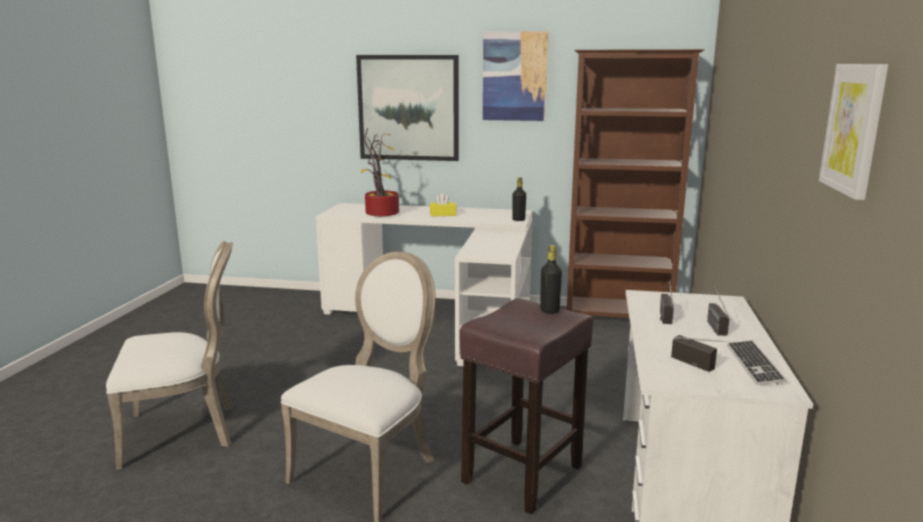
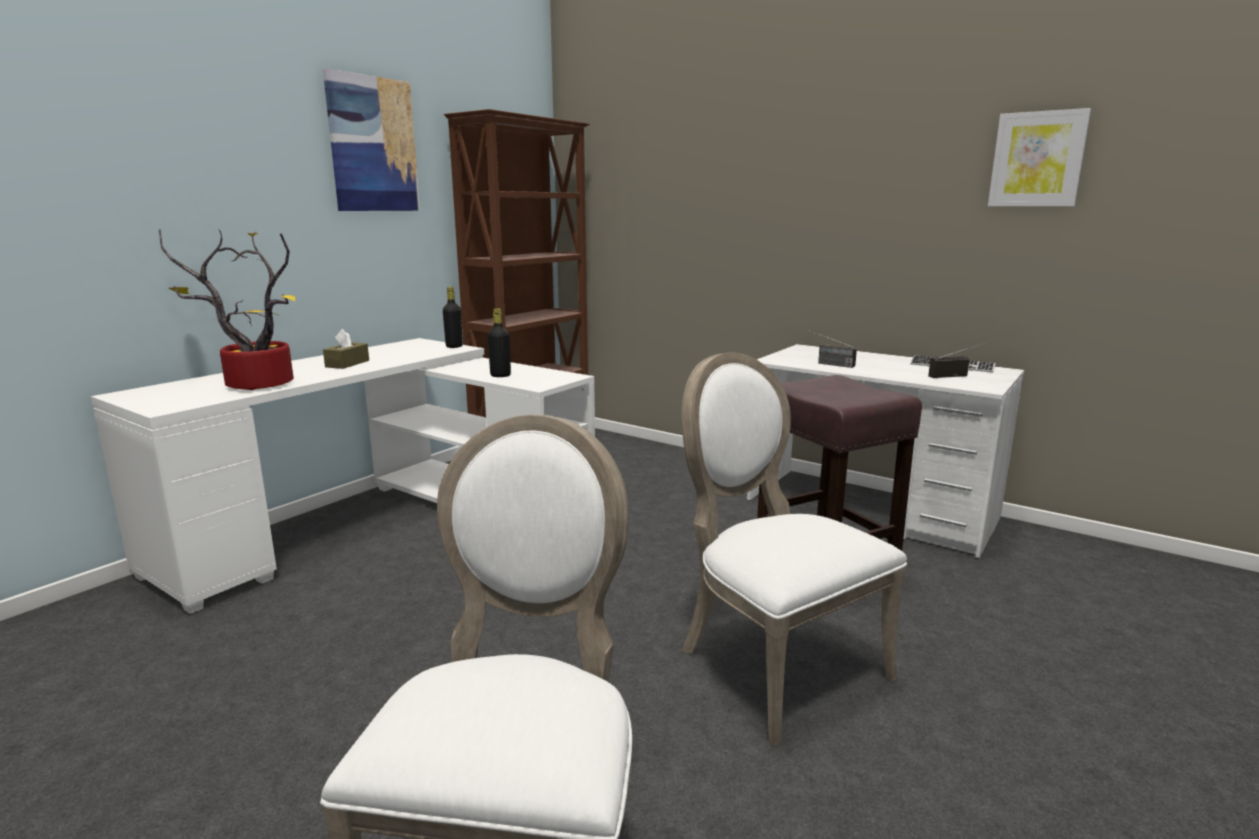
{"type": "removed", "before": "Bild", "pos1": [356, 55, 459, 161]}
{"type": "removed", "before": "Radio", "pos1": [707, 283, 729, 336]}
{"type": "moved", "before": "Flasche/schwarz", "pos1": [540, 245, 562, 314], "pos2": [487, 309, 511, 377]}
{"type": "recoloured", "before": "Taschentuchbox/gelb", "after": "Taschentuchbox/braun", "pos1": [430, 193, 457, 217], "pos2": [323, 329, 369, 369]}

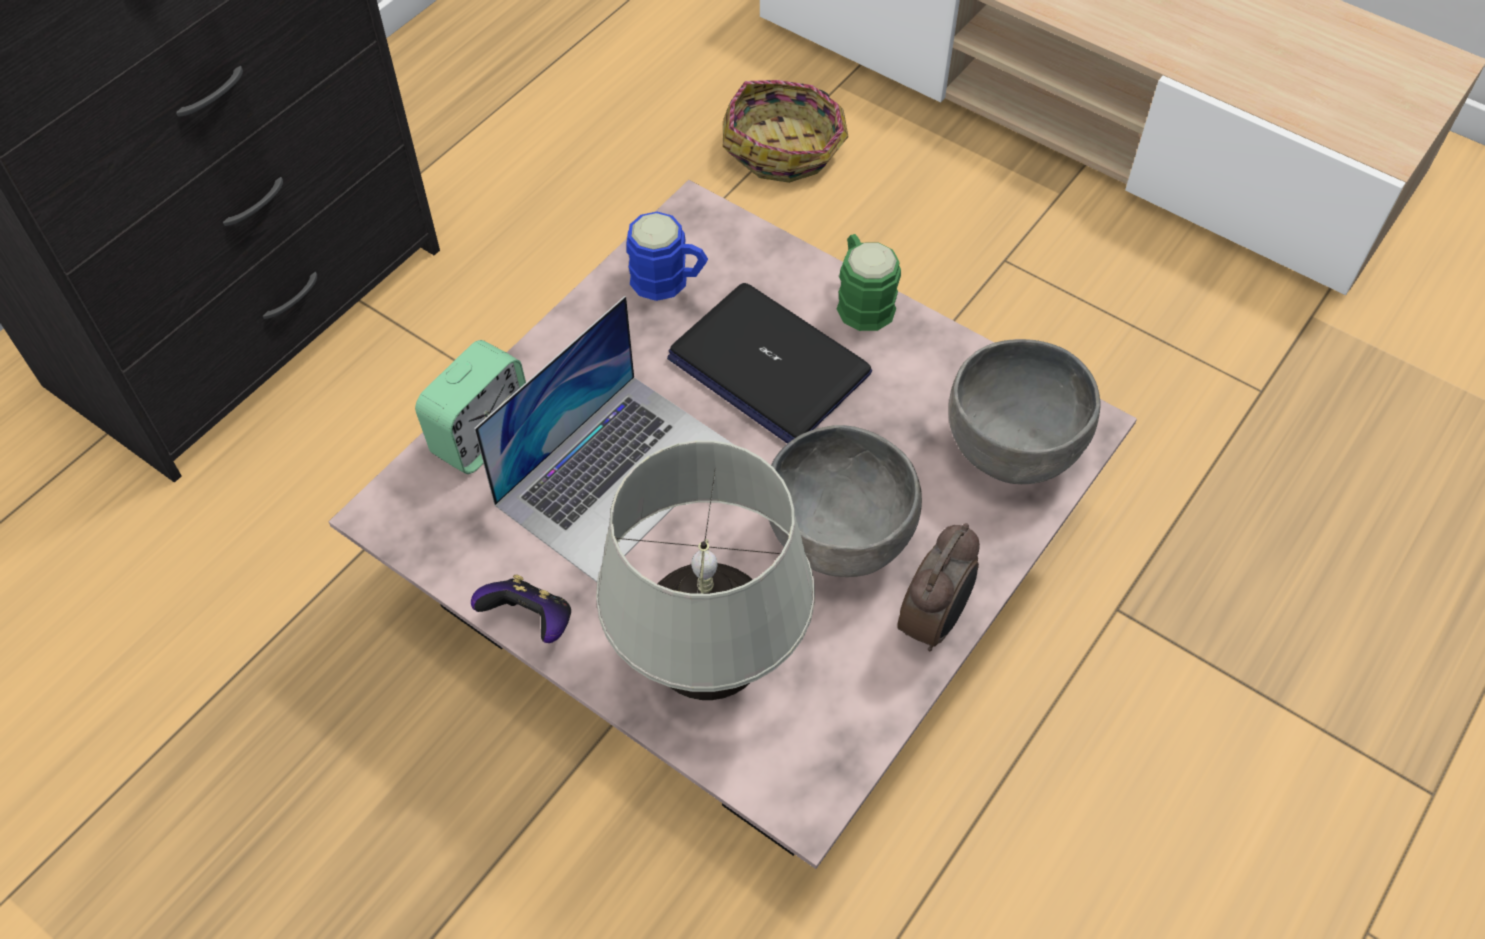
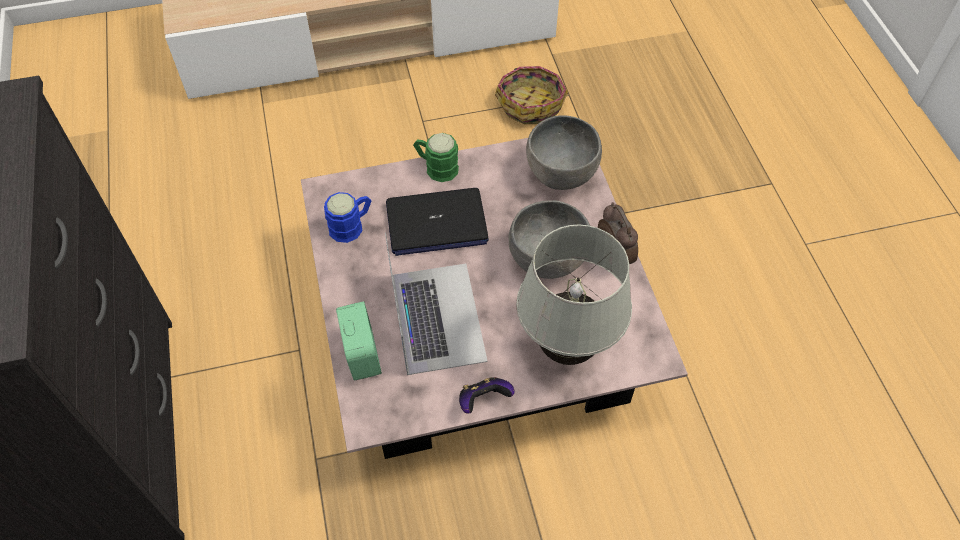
{"type": "moved", "before": "Korb", "pos1": [723, 80, 848, 183], "pos2": [495, 66, 568, 124]}

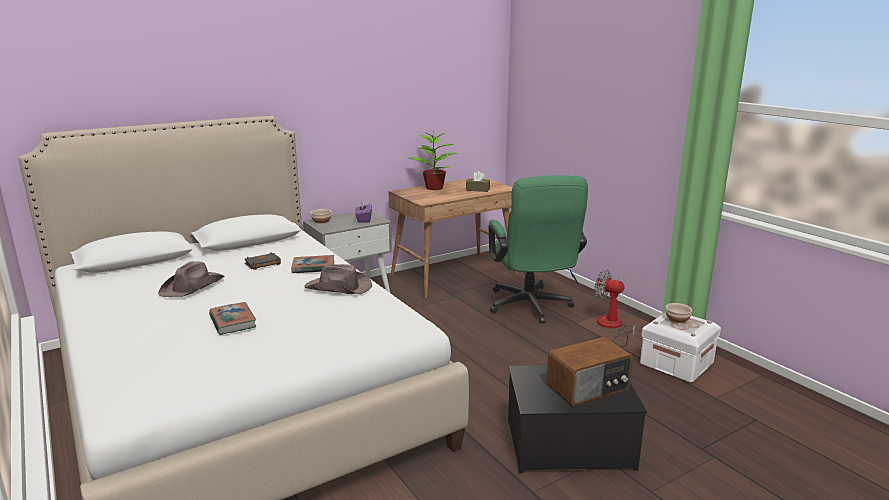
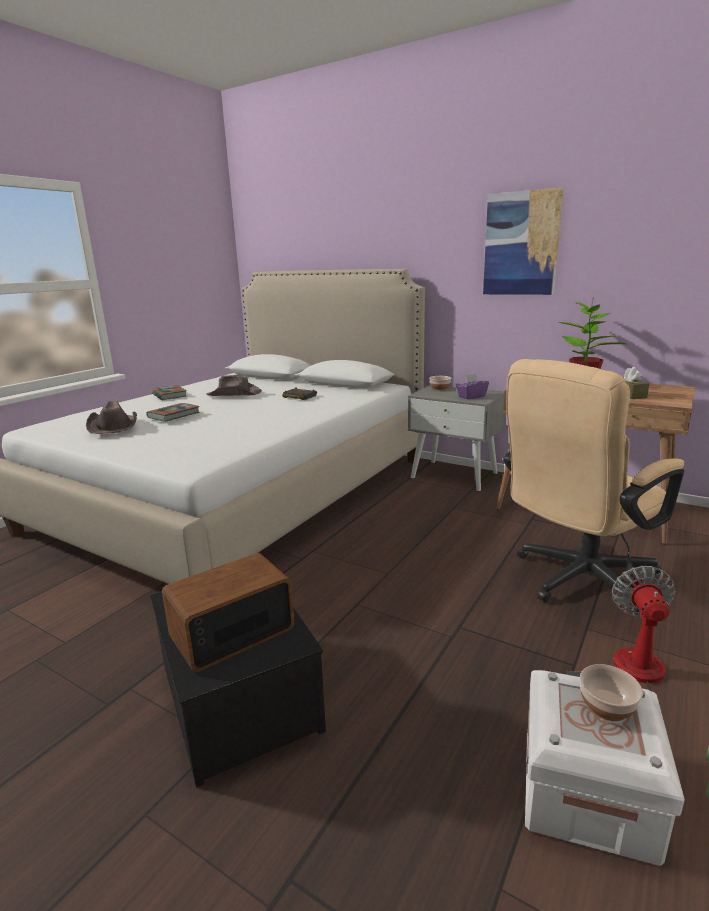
{"type": "added", "after": "Bild", "pos2": [483, 187, 564, 295]}
{"type": "moved", "before": "Buch", "pos1": [291, 255, 334, 273], "pos2": [151, 385, 187, 400]}
{"type": "moved", "before": "Hut/braun", "pos1": [305, 264, 372, 294], "pos2": [86, 401, 137, 434]}
{"type": "recoloured", "before": "Bürostuhl/grün", "after": "Bürostuhl/beige", "pos1": [488, 175, 588, 324], "pos2": [503, 359, 684, 615]}
{"type": "turned", "before": "Radio", "pos1": [546, 337, 633, 406], "pos2": [162, 553, 294, 672], "turn": 105}

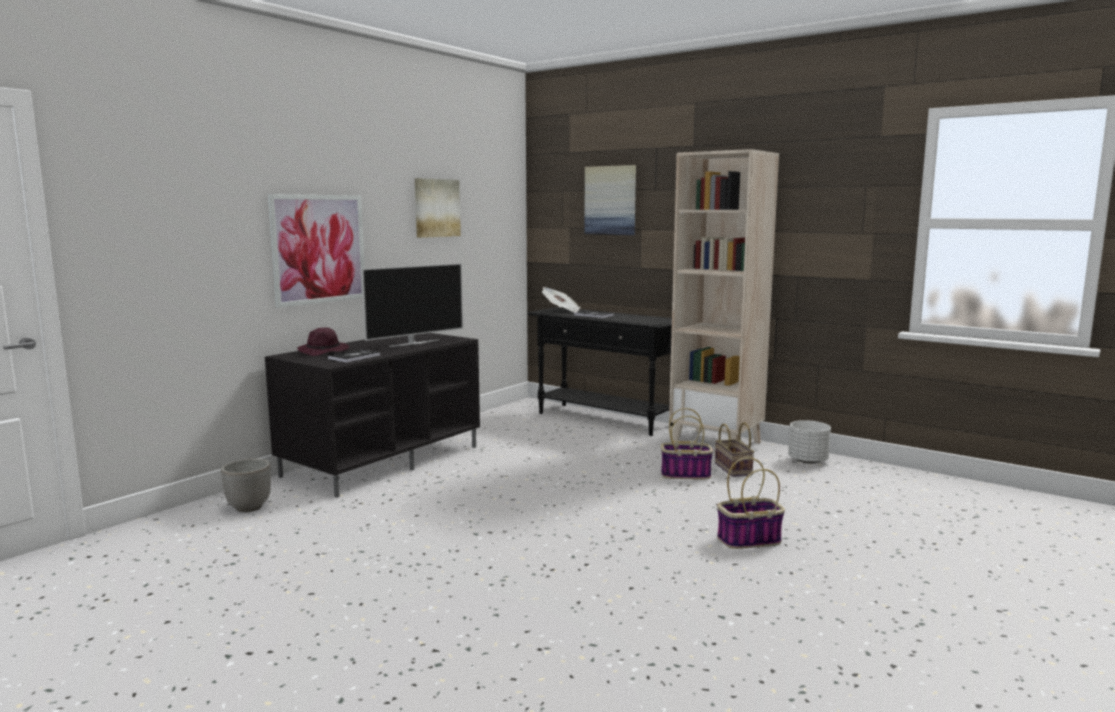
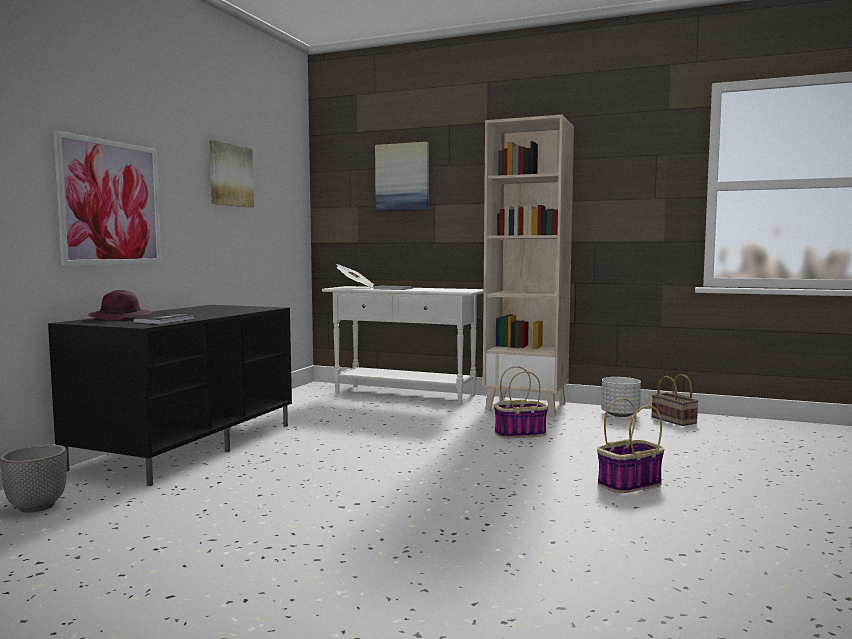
{"type": "removed", "before": "Fernseher", "pos1": [362, 263, 463, 347]}
{"type": "moved", "before": "Korb", "pos1": [715, 422, 754, 477], "pos2": [652, 374, 699, 426]}
{"type": "recoloured", "before": "Konsolentisch/schwarz", "after": "Konsolentisch/weiß", "pos1": [527, 307, 673, 436], "pos2": [322, 286, 484, 405]}

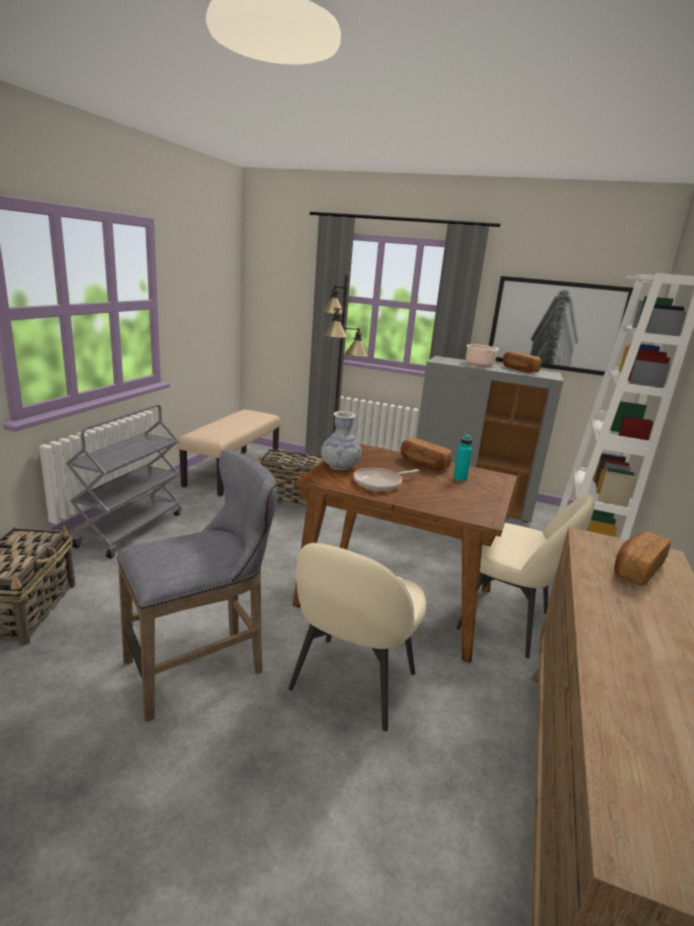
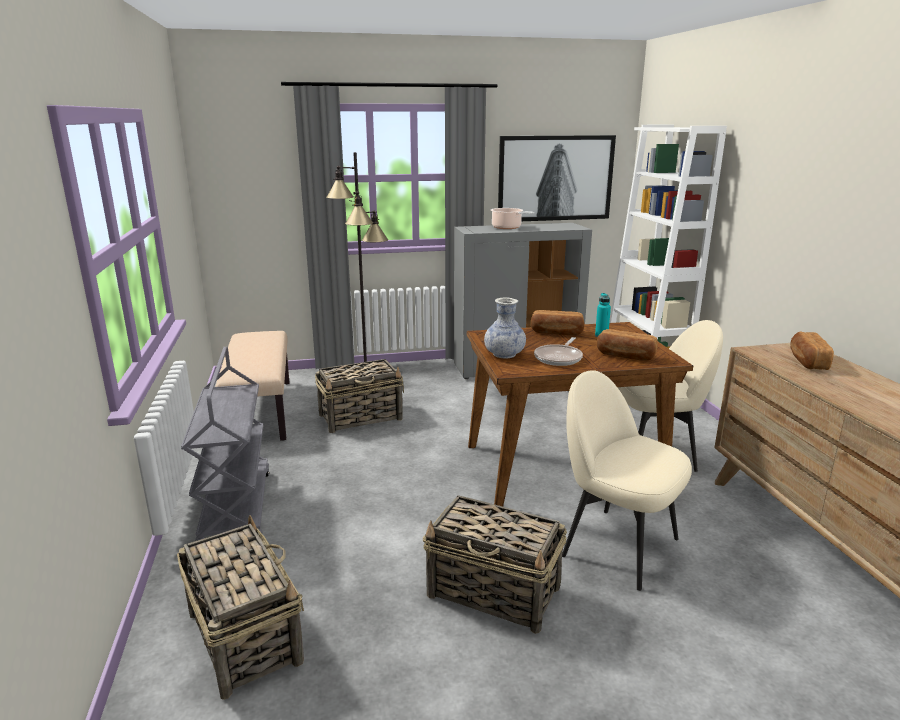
{"type": "moved", "before": "Brot", "pos1": [503, 352, 541, 373], "pos2": [597, 329, 658, 361]}
{"type": "replaced", "before": "Hocker/grau", "after": "Korb", "pos1": [117, 449, 277, 722], "pos2": [423, 495, 567, 634]}
{"type": "turned", "before": "Stuhl/beige", "pos1": [288, 543, 426, 731], "pos2": [562, 370, 692, 591], "turn": 135}

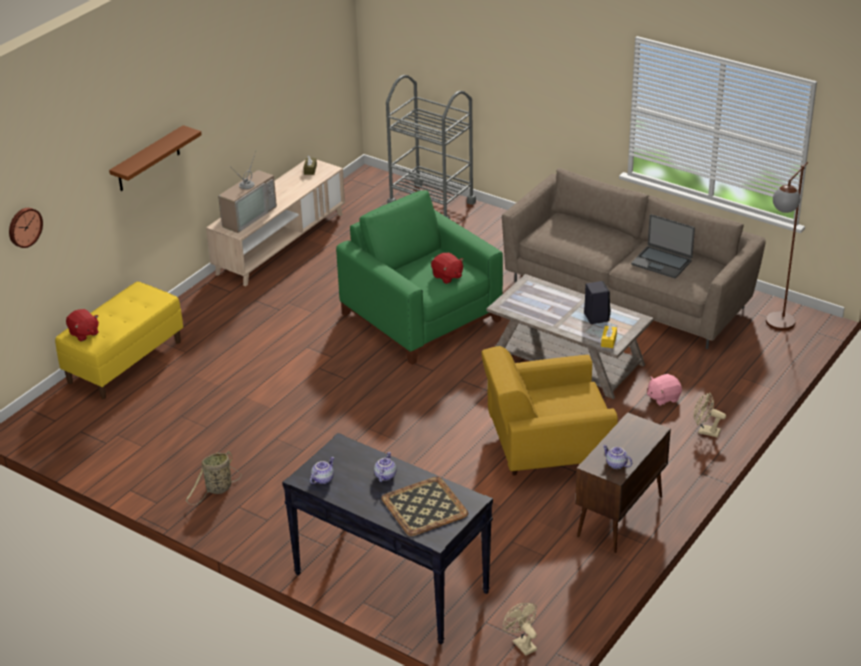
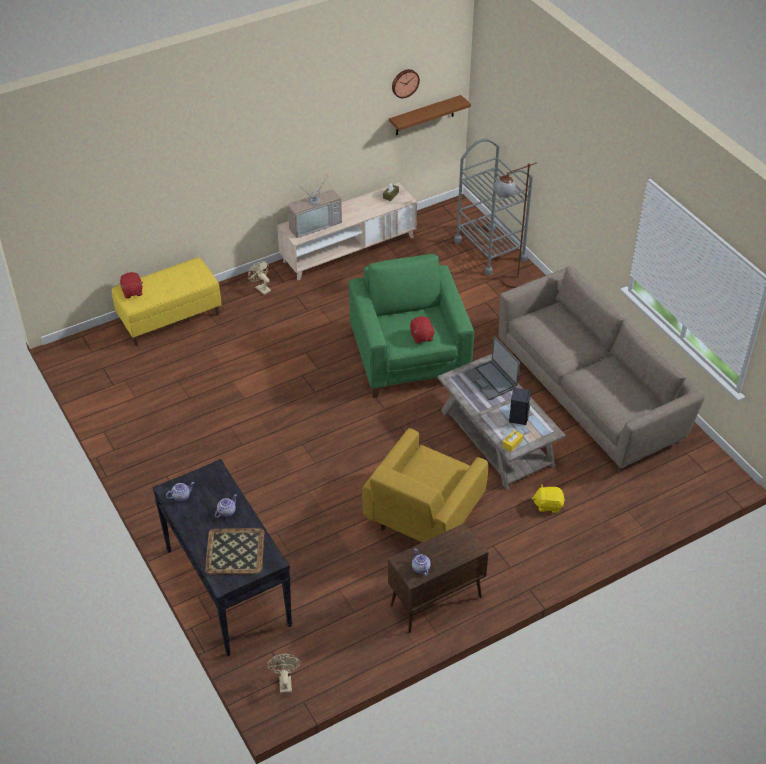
{"type": "removed", "before": "Korb", "pos1": [186, 451, 241, 505]}
{"type": "moved", "before": "Wanduhr", "pos1": [9, 208, 43, 248], "pos2": [392, 69, 420, 98]}
{"type": "moved", "before": "Wandregal/braun", "pos1": [109, 125, 202, 191], "pos2": [389, 95, 471, 135]}
{"type": "moved", "before": "Laptop", "pos1": [631, 214, 695, 278], "pos2": [465, 336, 520, 400]}
{"type": "moved", "before": "Ventilator/beige", "pos1": [694, 393, 726, 438], "pos2": [248, 261, 271, 295]}
{"type": "moved", "before": "Stehlampe/braun", "pos1": [766, 162, 808, 330], "pos2": [494, 162, 537, 288]}
{"type": "recoloured", "before": "Plüschtier/rosa", "after": "Plüschtier/gelb", "pos1": [647, 374, 682, 406], "pos2": [532, 484, 565, 513]}
{"type": "turned", "before": "Sessel/gelb", "pos1": [481, 346, 618, 476], "pos2": [362, 428, 488, 543], "turn": -75}

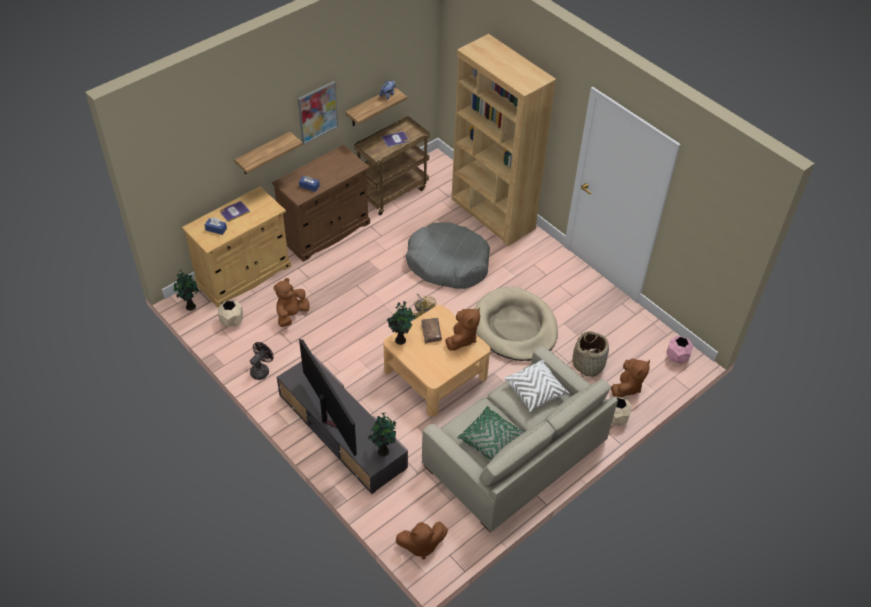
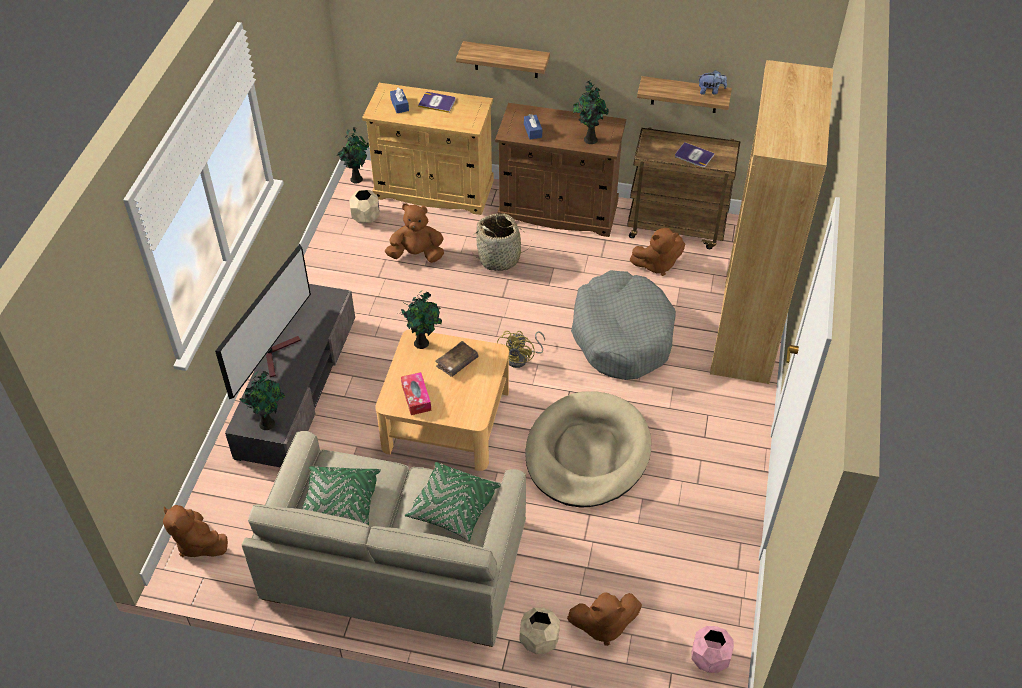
{"type": "removed", "before": "Ventilator/schwarz", "pos1": [250, 342, 274, 380]}
{"type": "removed", "before": "Bild", "pos1": [298, 81, 338, 144]}
{"type": "added", "after": "Taschentuchbox", "pos2": [401, 372, 431, 415]}
{"type": "added", "after": "Topfpflanze", "pos2": [573, 80, 609, 144]}
{"type": "moved", "before": "Plüschtier/braun", "pos1": [445, 307, 480, 350], "pos2": [629, 228, 685, 276]}
{"type": "moved", "before": "Korb", "pos1": [573, 331, 609, 376], "pos2": [472, 213, 532, 271]}
{"type": "recoloured", "before": "Kissen/weiß", "after": "Kissen/grün", "pos1": [504, 360, 570, 412], "pos2": [404, 462, 501, 541]}

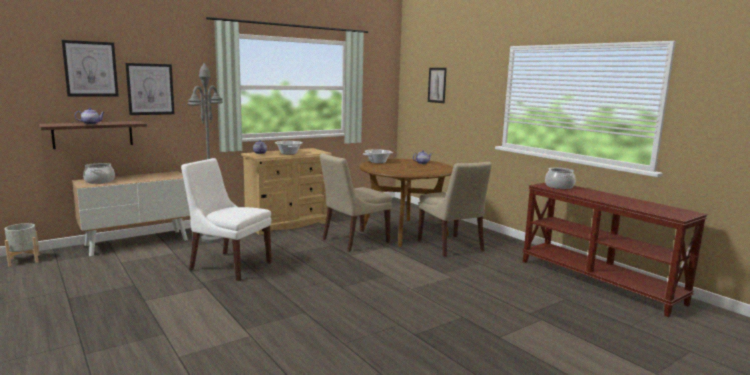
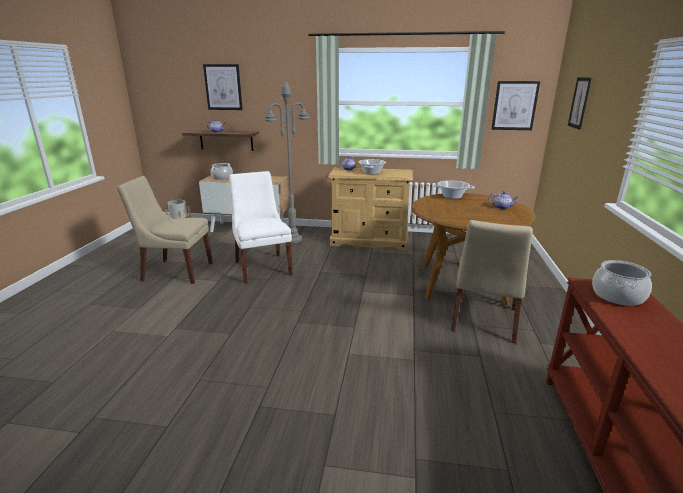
{"type": "moved", "before": "Bild", "pos1": [125, 63, 175, 115], "pos2": [492, 81, 540, 130]}
{"type": "moved", "before": "Stuhl/beige", "pos1": [320, 153, 392, 252], "pos2": [117, 176, 213, 284]}

